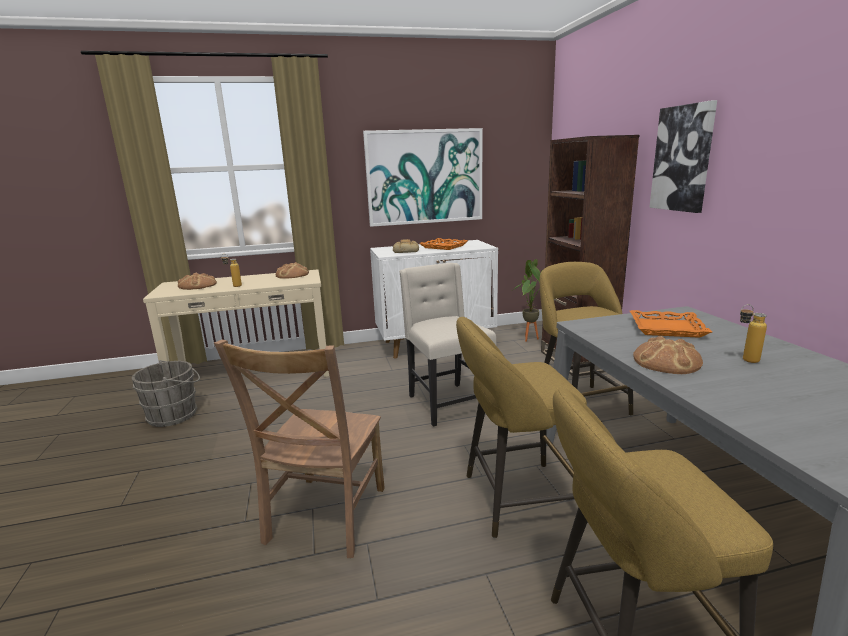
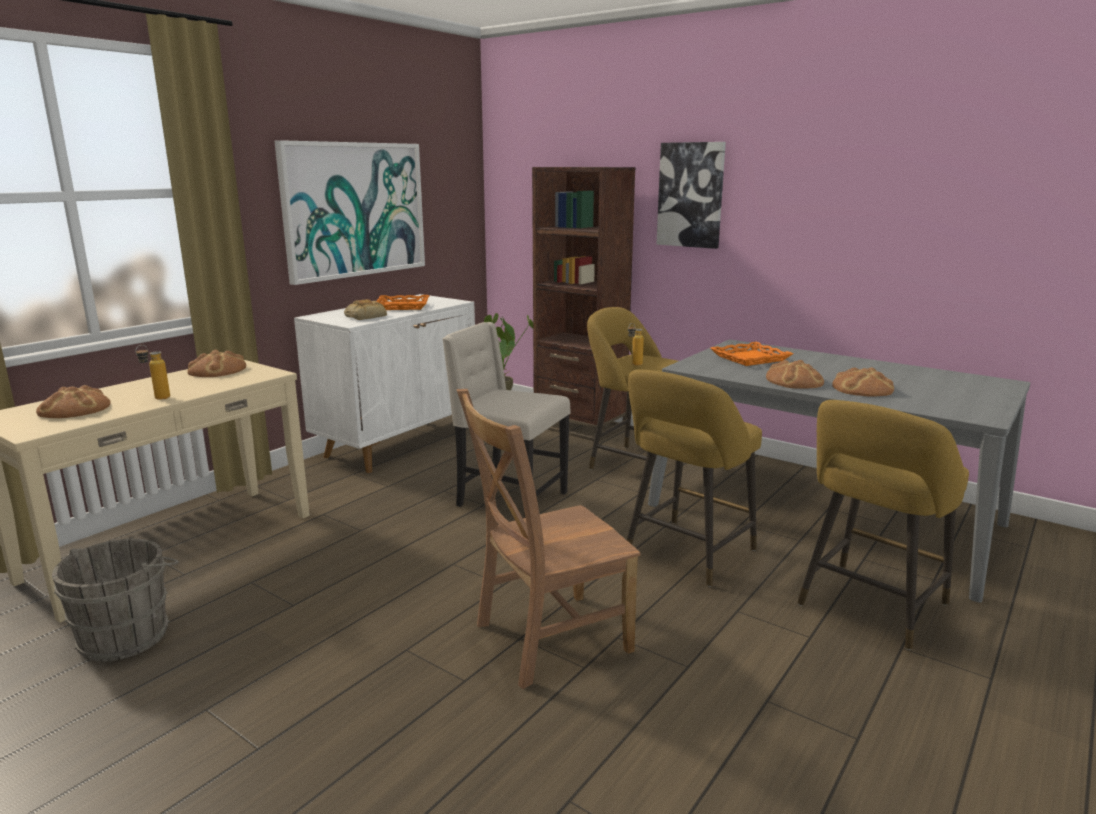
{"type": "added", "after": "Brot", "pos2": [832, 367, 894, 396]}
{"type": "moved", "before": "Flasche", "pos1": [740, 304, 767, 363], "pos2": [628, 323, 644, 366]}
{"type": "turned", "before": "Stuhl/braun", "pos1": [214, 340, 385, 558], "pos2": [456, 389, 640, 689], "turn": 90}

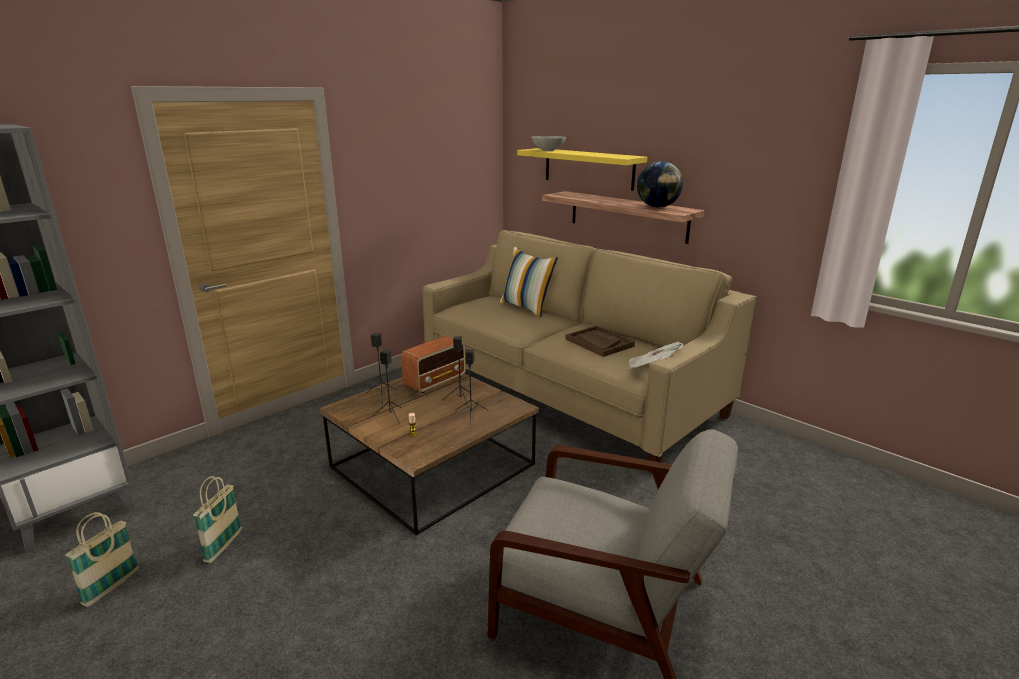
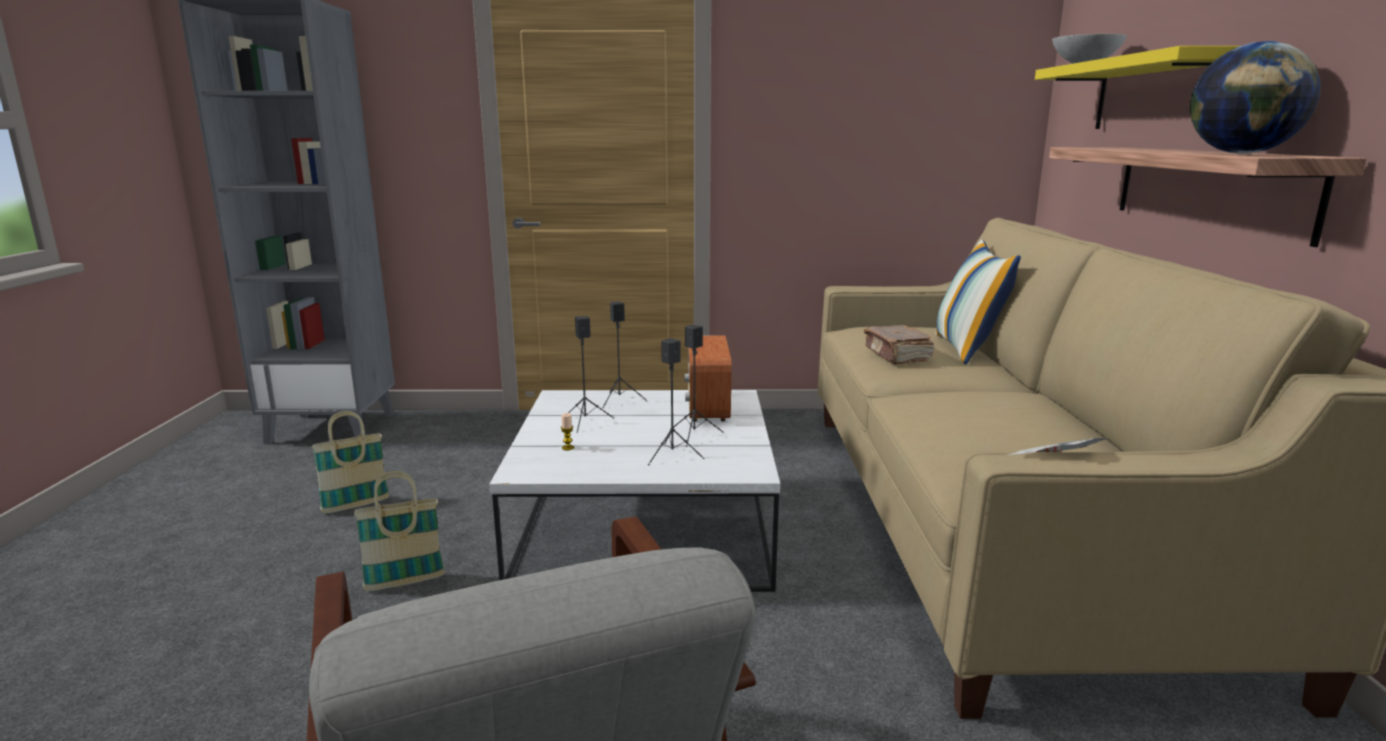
{"type": "removed", "before": "Tablett/braun", "pos1": [566, 326, 635, 357]}
{"type": "added", "after": "Buch/braun", "pos2": [864, 325, 934, 364]}
{"type": "moved", "before": "Korb", "pos1": [65, 512, 139, 607], "pos2": [354, 471, 445, 591]}
{"type": "recoloured", "before": "Couchtisch/braun", "after": "Couchtisch/weiß", "pos1": [320, 374, 539, 535], "pos2": [489, 390, 780, 592]}
{"type": "turned", "before": "Radio", "pos1": [401, 336, 466, 393], "pos2": [684, 335, 731, 422], "turn": 90}

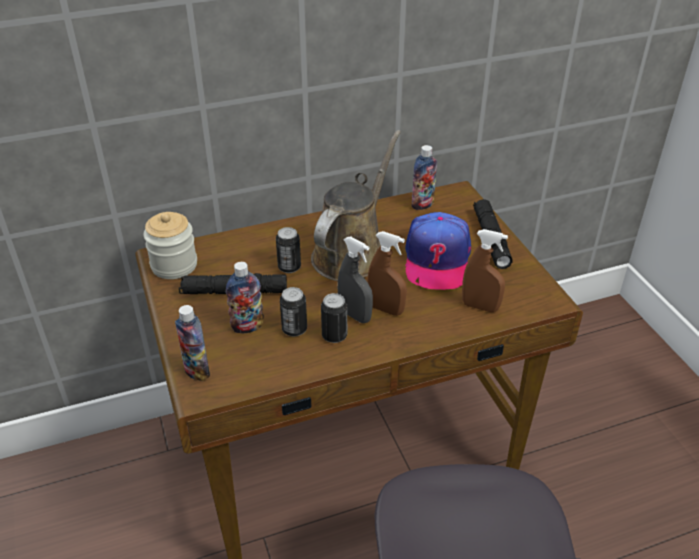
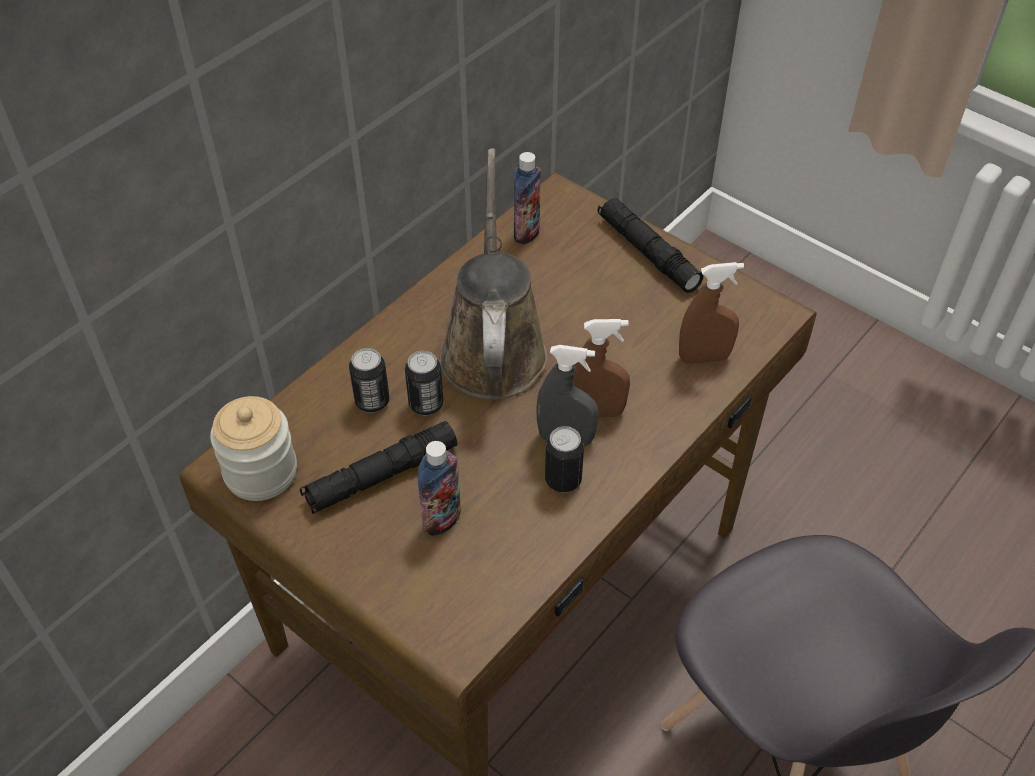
{"type": "removed", "before": "Flasche", "pos1": [175, 305, 210, 381]}
{"type": "removed", "before": "Kappe", "pos1": [405, 212, 471, 290]}
{"type": "moved", "before": "Dose", "pos1": [280, 287, 307, 336], "pos2": [349, 348, 389, 413]}

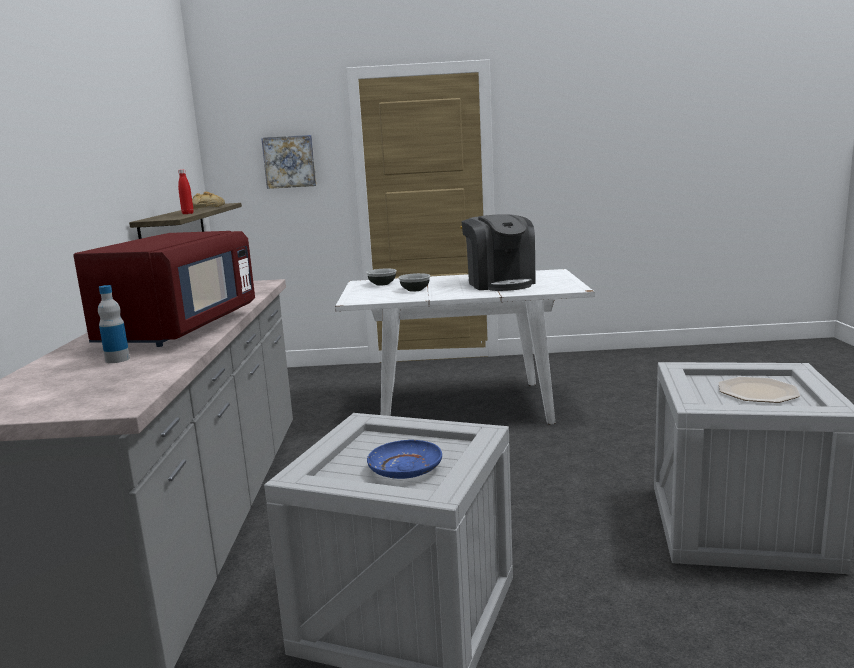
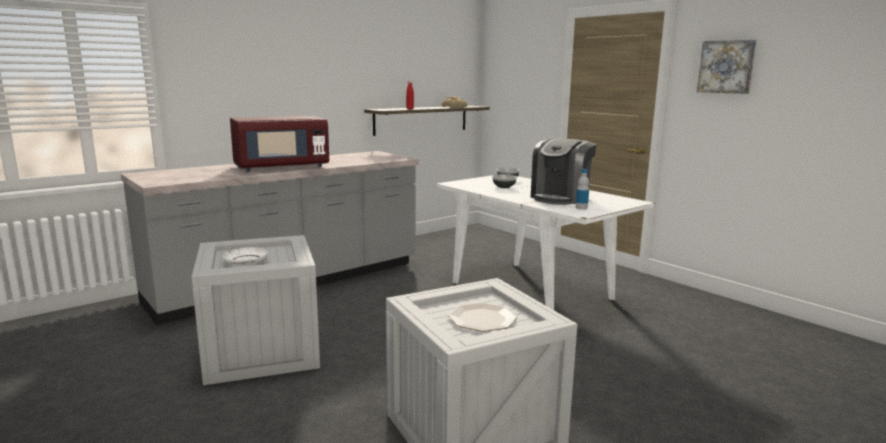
{"type": "moved", "before": "Flasche", "pos1": [98, 285, 130, 363], "pos2": [576, 169, 589, 210]}
{"type": "moved", "before": "Bild", "pos1": [261, 135, 316, 189], "pos2": [697, 40, 757, 94]}
{"type": "recoloured", "before": "Teller/blau", "after": "Teller/weiß", "pos1": [367, 440, 442, 479], "pos2": [223, 247, 268, 265]}

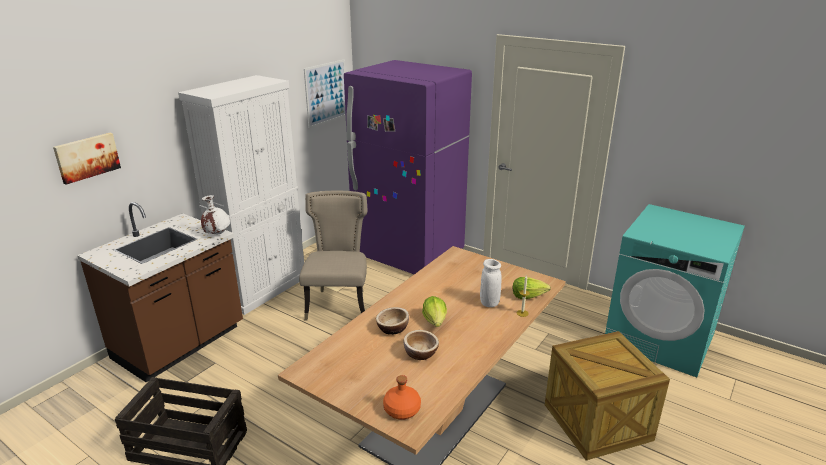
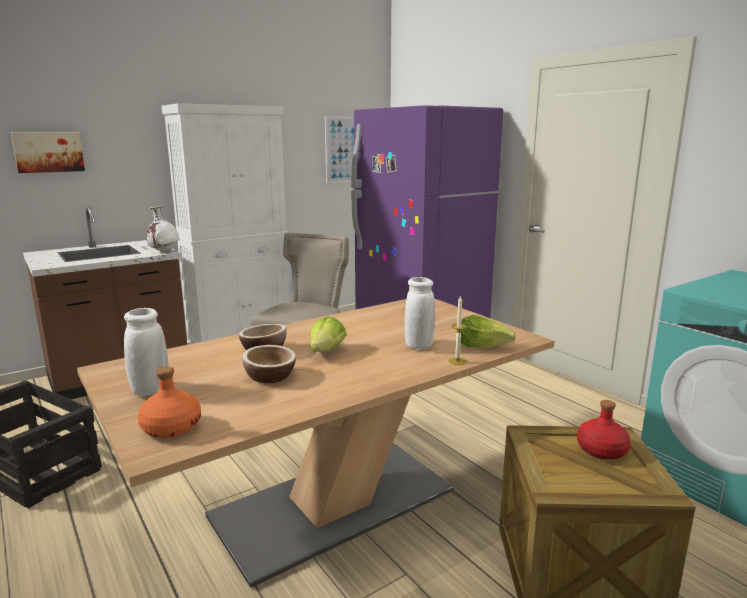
{"type": "added", "after": "Vase/weiß", "pos2": [124, 308, 169, 396]}
{"type": "added", "after": "Flasche/rot", "pos2": [577, 400, 631, 460]}

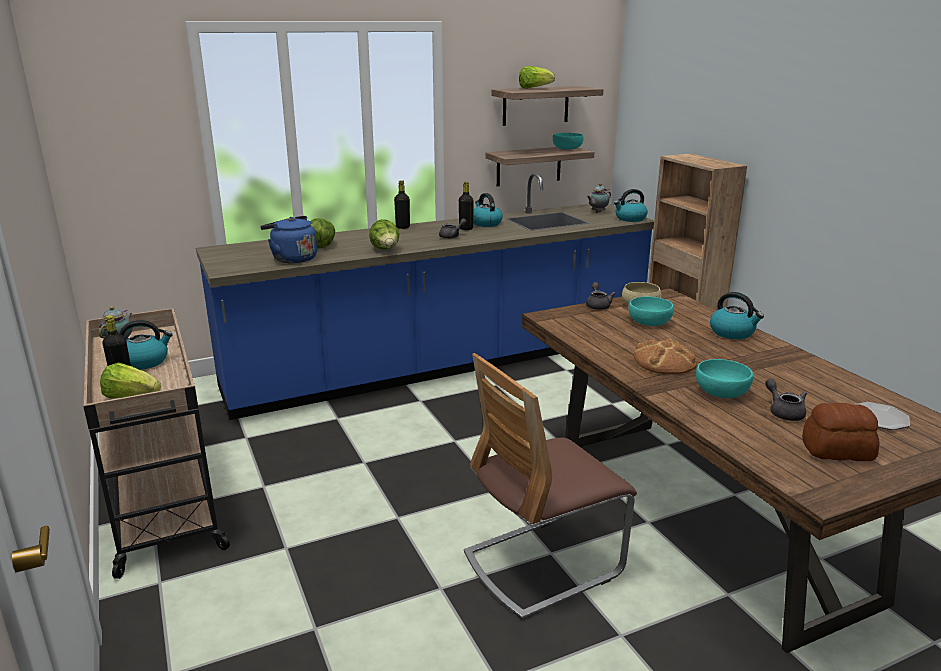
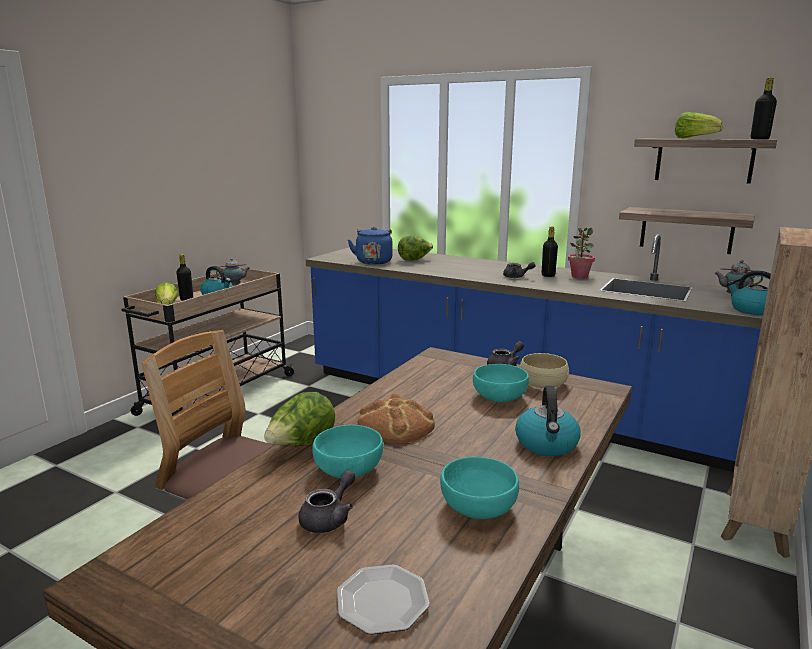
{"type": "removed", "before": "Brot", "pos1": [802, 403, 879, 461]}
{"type": "moved", "before": "Salatkopf", "pos1": [369, 219, 399, 250], "pos2": [264, 392, 335, 446]}
{"type": "moved", "before": "Flasche/schwarz", "pos1": [394, 180, 410, 229], "pos2": [751, 78, 777, 139]}
{"type": "moved", "before": "Schüssel/türkis", "pos1": [553, 133, 584, 149], "pos2": [440, 457, 519, 519]}
{"type": "replaced", "before": "Wasserkessel", "after": "Topfpflanze", "pos1": [473, 193, 503, 227], "pos2": [568, 228, 595, 279]}

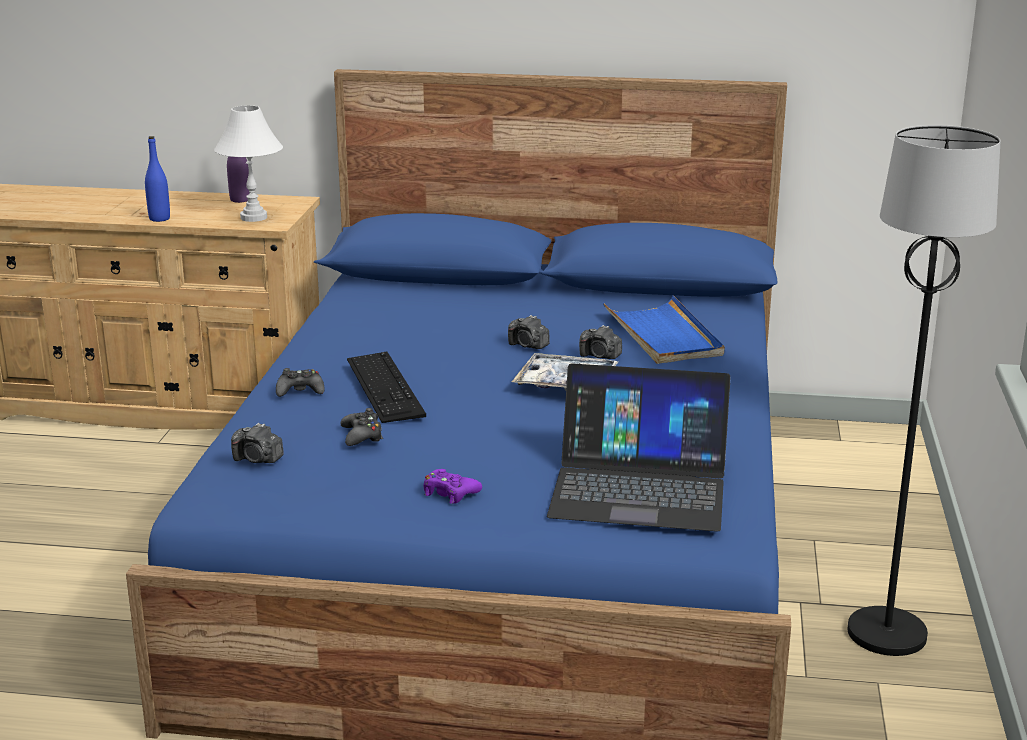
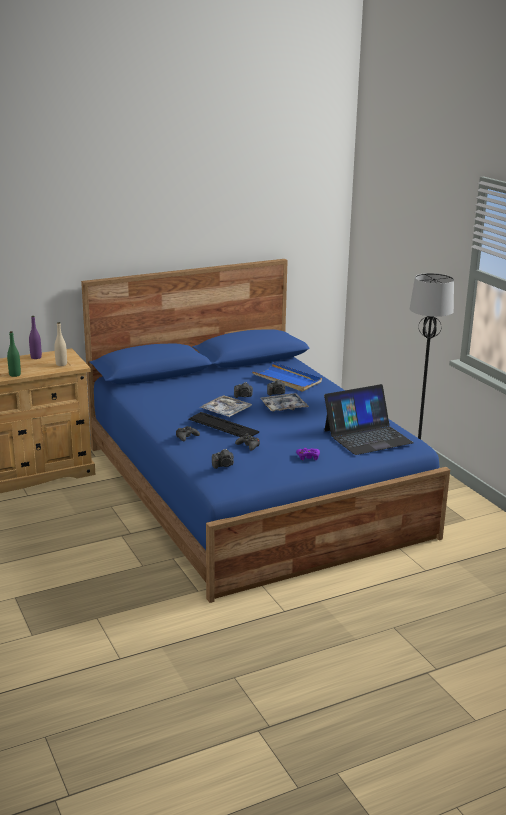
{"type": "added", "after": "Tablett", "pos2": [199, 395, 252, 417]}
{"type": "replaced", "before": "Tischlampe/weiß", "after": "Flasche/beige", "pos1": [214, 105, 283, 222], "pos2": [54, 322, 67, 366]}
{"type": "recoloured", "before": "Flasche/blau", "after": "Flasche/grün", "pos1": [145, 136, 170, 222], "pos2": [7, 331, 21, 377]}

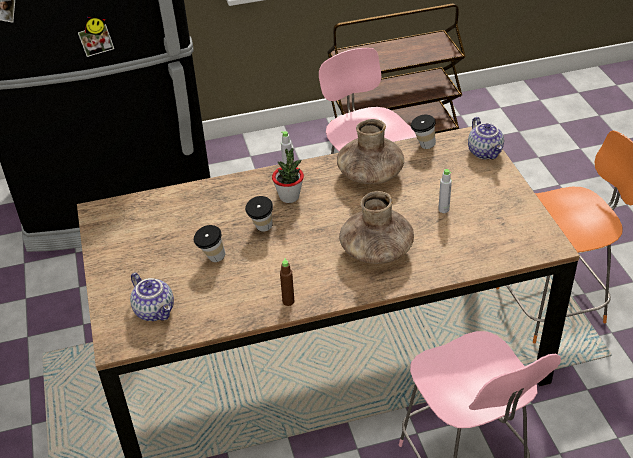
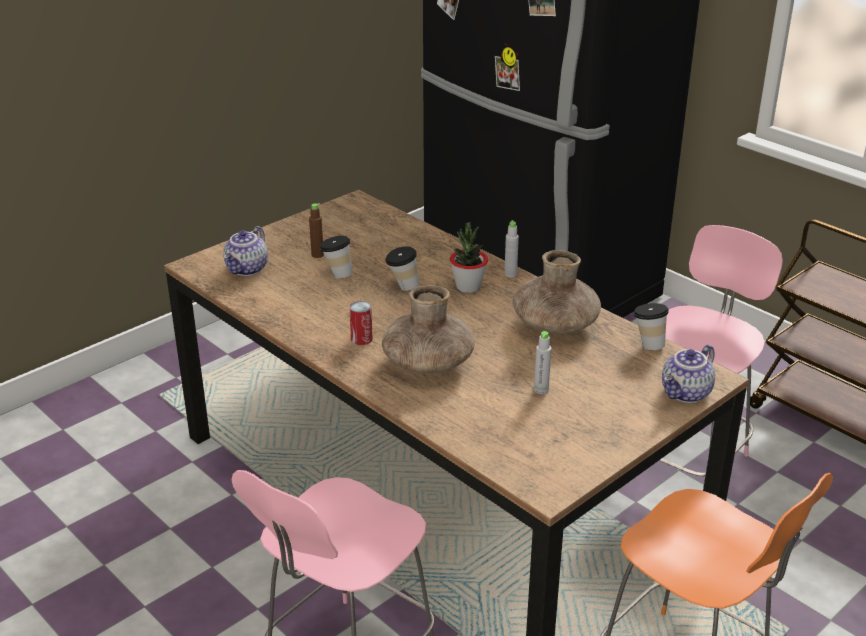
{"type": "added", "after": "Dose", "pos2": [350, 301, 373, 345]}
{"type": "moved", "before": "Flasche/braun", "pos1": [280, 258, 294, 306], "pos2": [309, 203, 324, 258]}

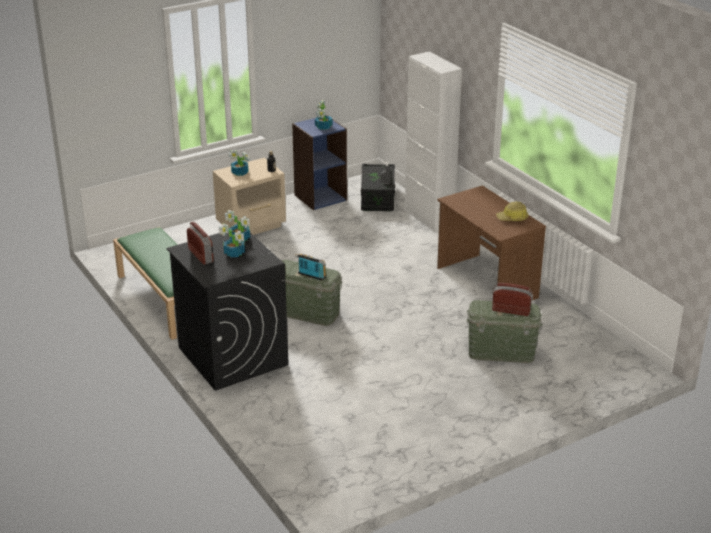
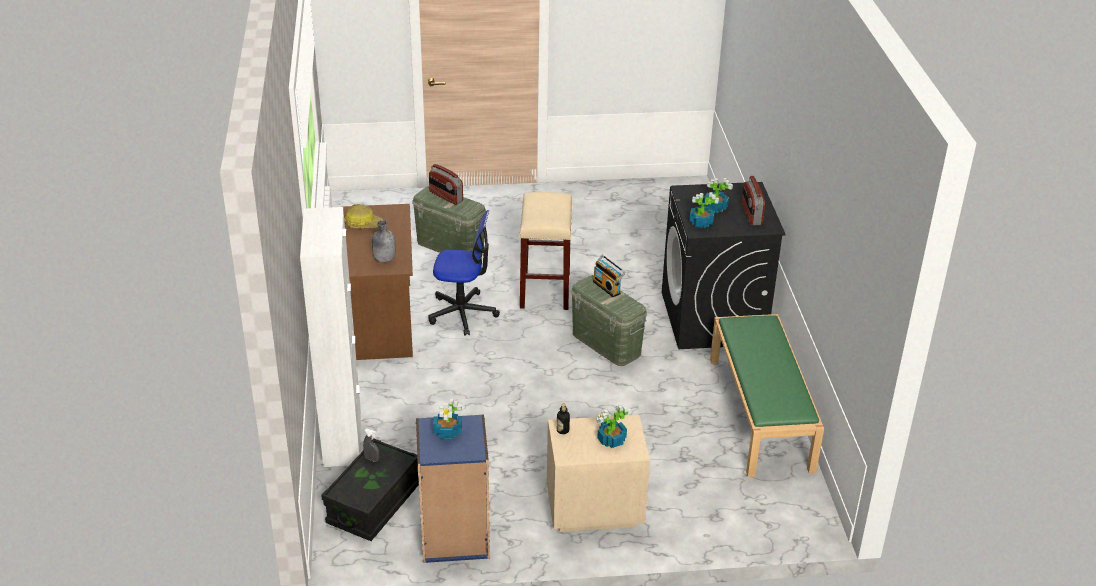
{"type": "added", "after": "Flasche/grau", "pos2": [372, 220, 396, 262]}
{"type": "added", "after": "Bürostuhl", "pos2": [428, 210, 500, 336]}
{"type": "added", "after": "Hocker/beige", "pos2": [519, 192, 572, 310]}

